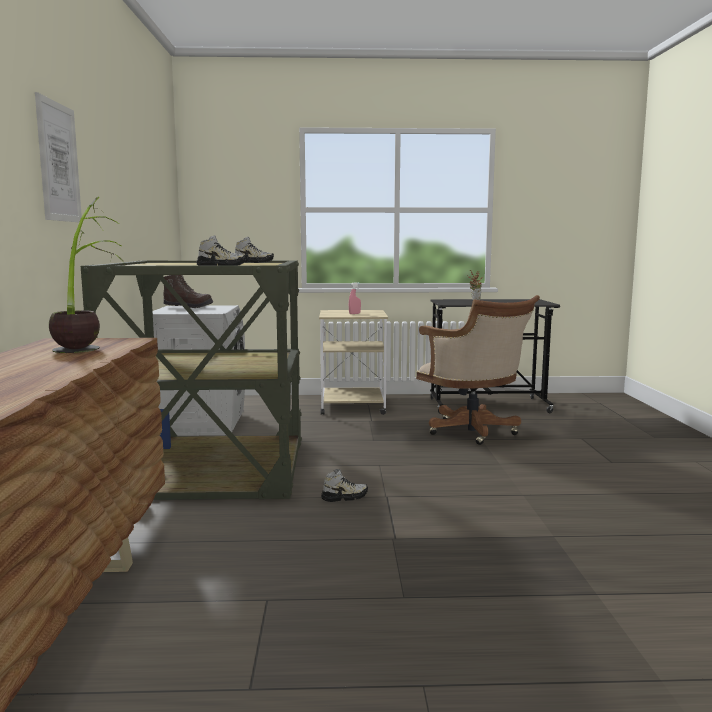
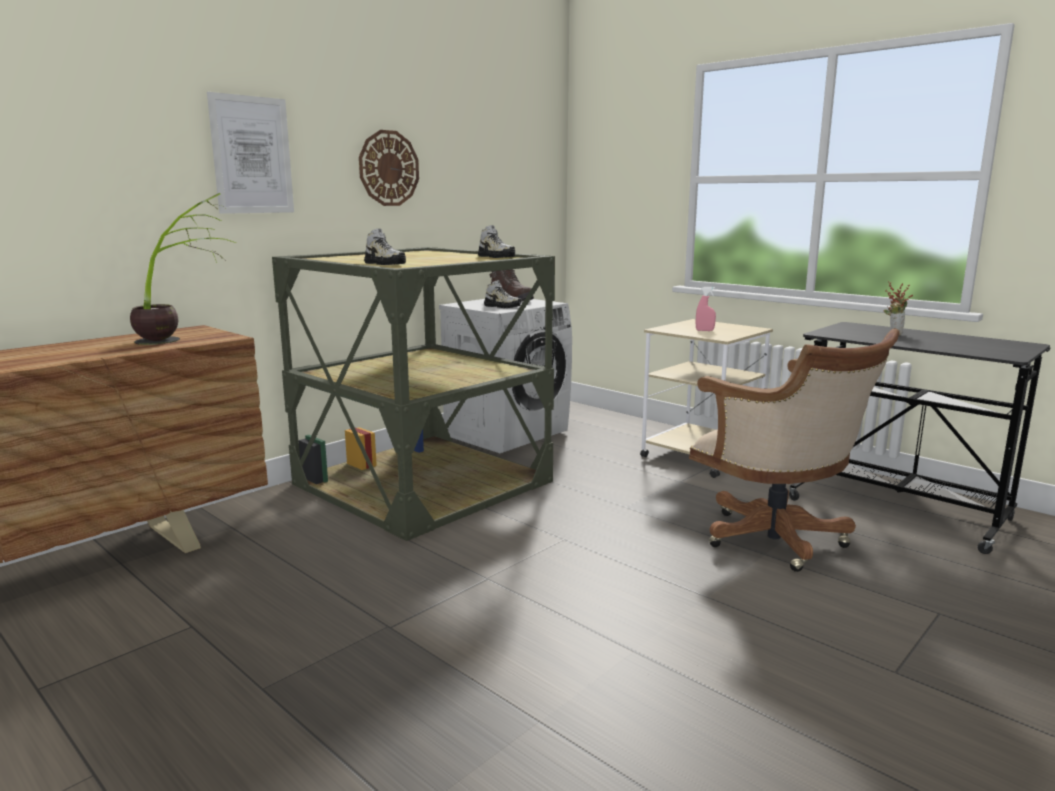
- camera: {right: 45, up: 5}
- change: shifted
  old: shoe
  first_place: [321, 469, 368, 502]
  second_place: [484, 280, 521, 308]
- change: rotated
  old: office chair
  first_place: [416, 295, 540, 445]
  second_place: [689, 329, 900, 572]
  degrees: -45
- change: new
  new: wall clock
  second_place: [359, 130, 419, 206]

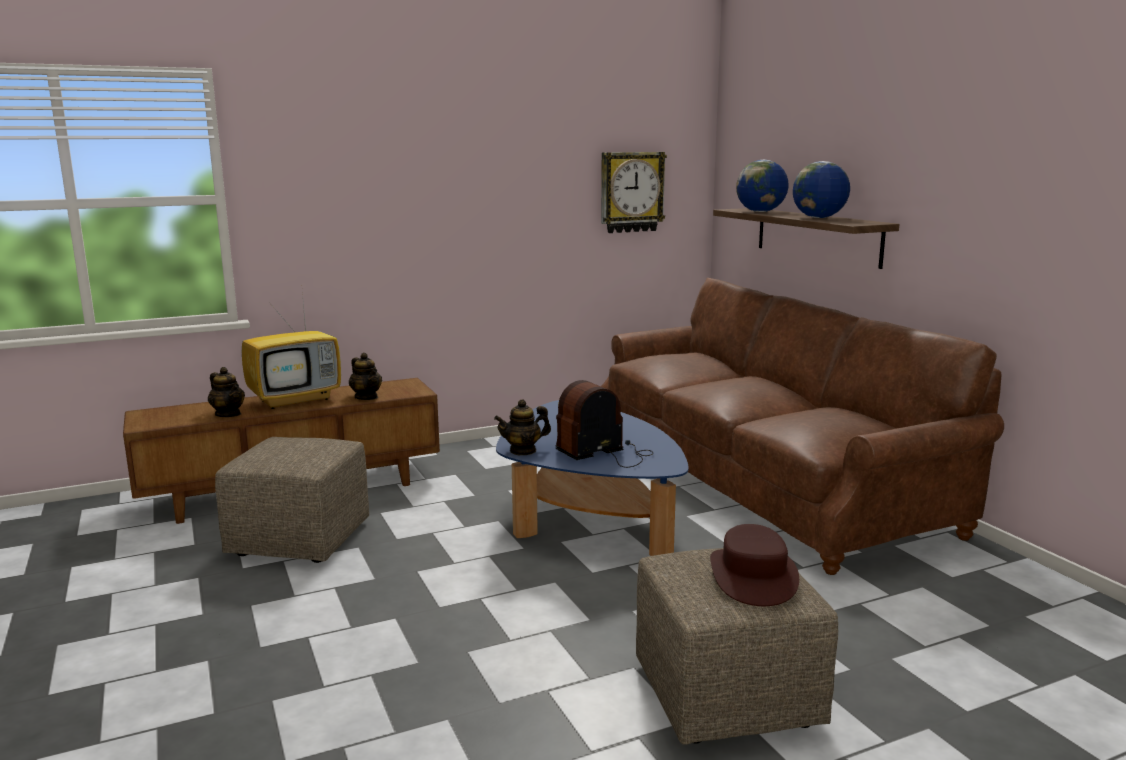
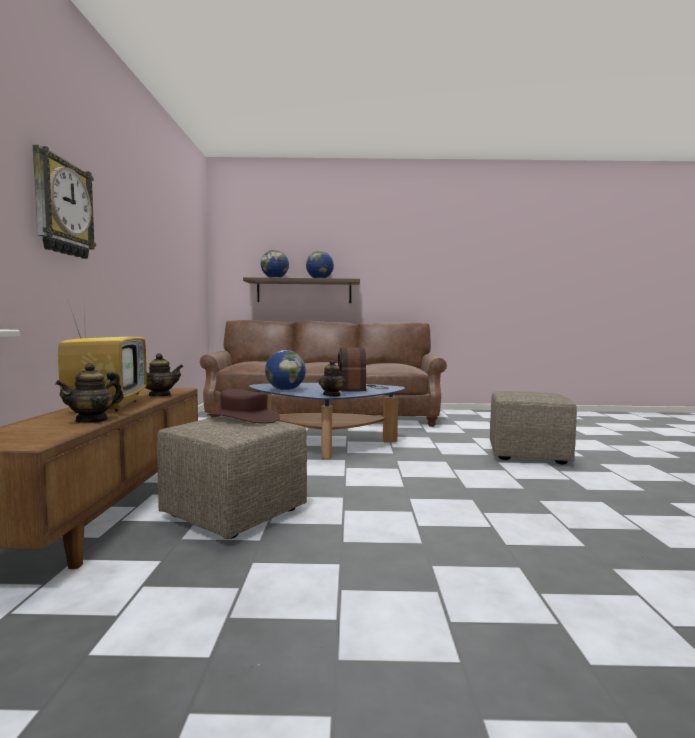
- camera: {right: -65, up: -10}
- change: rotated
  old: teapot
  first_place: [208, 367, 245, 417]
  second_place: [55, 363, 124, 424]
  degrees: 150
- change: shifted
  old: wall clock
  first_place: [601, 152, 667, 233]
  second_place: [33, 145, 96, 259]
- change: shifted
  old: hat (brown)
  first_place: [710, 524, 799, 606]
  second_place: [207, 389, 280, 424]
- change: new
  new: globe
  second_place: [265, 350, 306, 390]

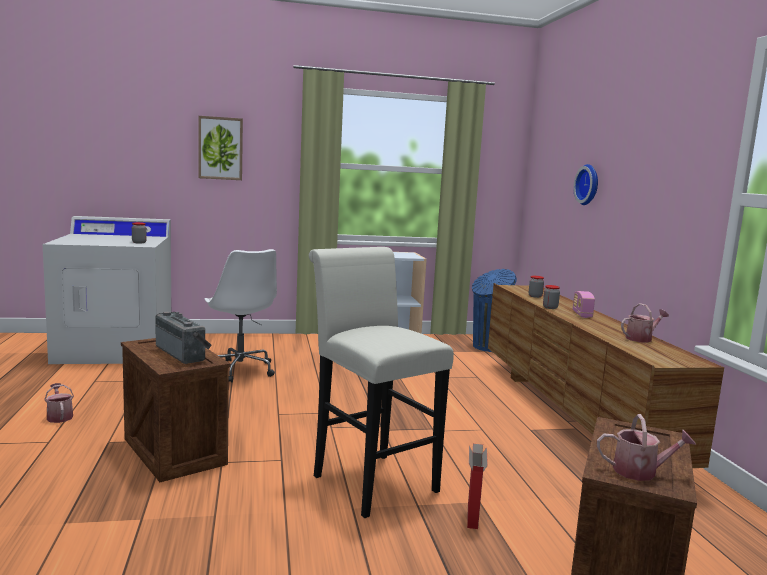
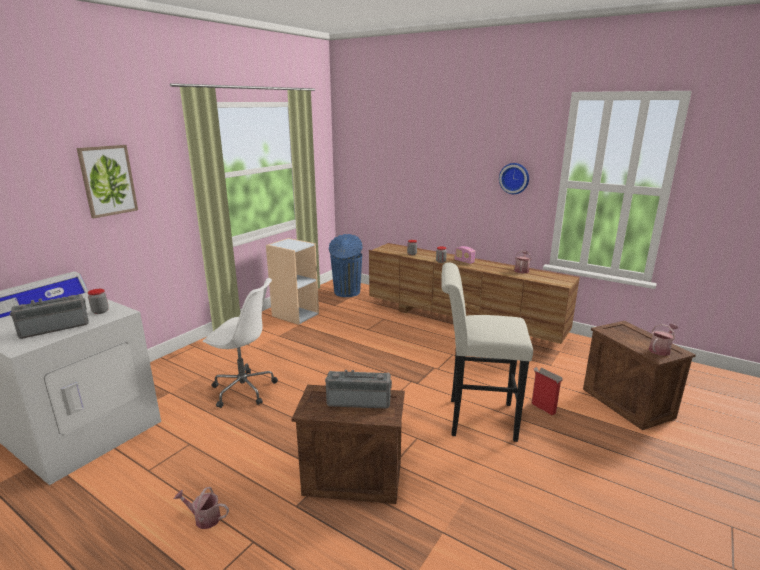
- camera: {right: -45, up: 10}
- change: shifted
  old: wall clock
  first_place: [573, 164, 598, 205]
  second_place: [499, 163, 529, 194]
- change: new
  new: radio
  second_place: [10, 294, 89, 339]

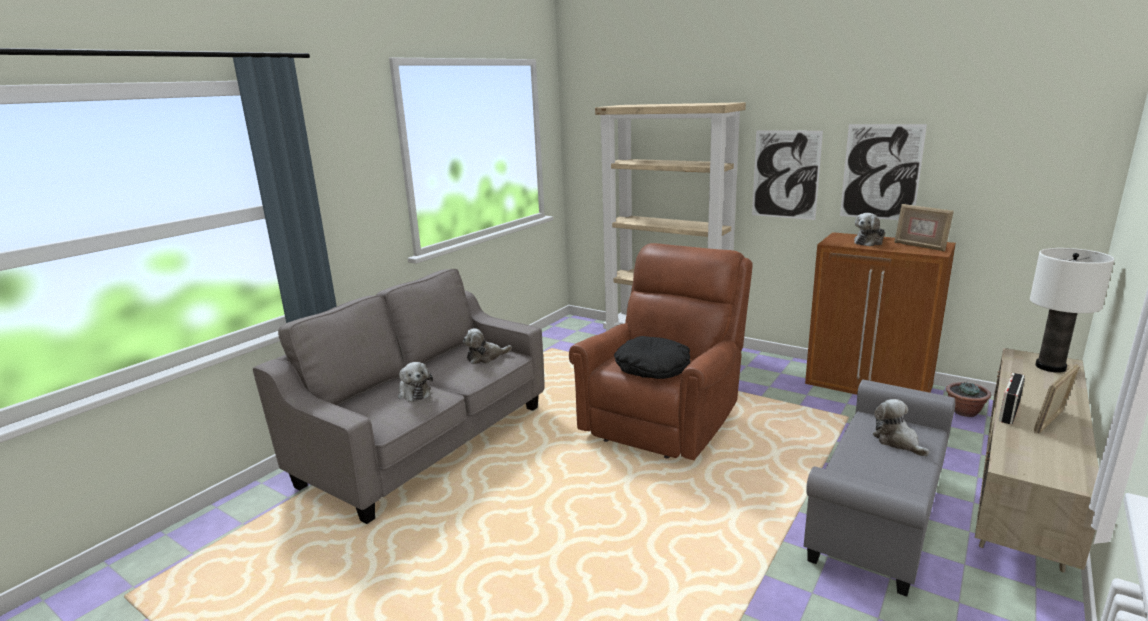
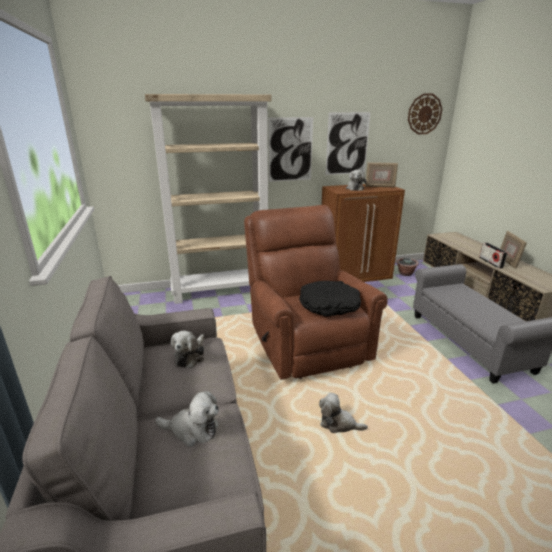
- camera: {right: -50, up: 5}
- change: shifted
  old: plush toy
  first_place: [873, 399, 930, 457]
  second_place: [319, 393, 368, 433]
- change: gone
  old: table lamp (white)
  first_place: [1030, 248, 1114, 373]
- change: new
  new: wall clock
  second_place: [408, 93, 442, 134]

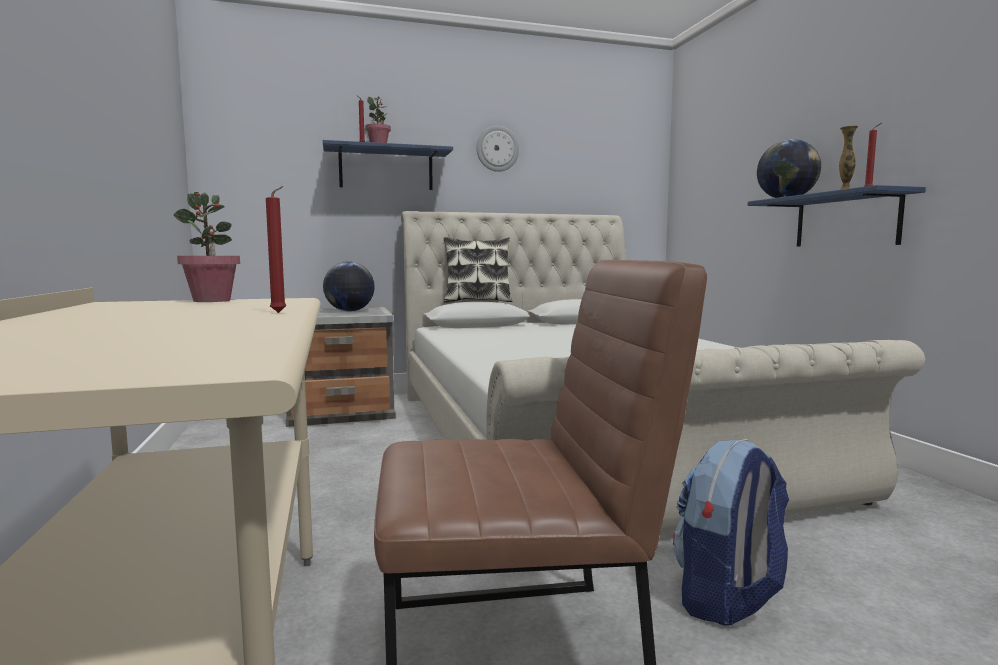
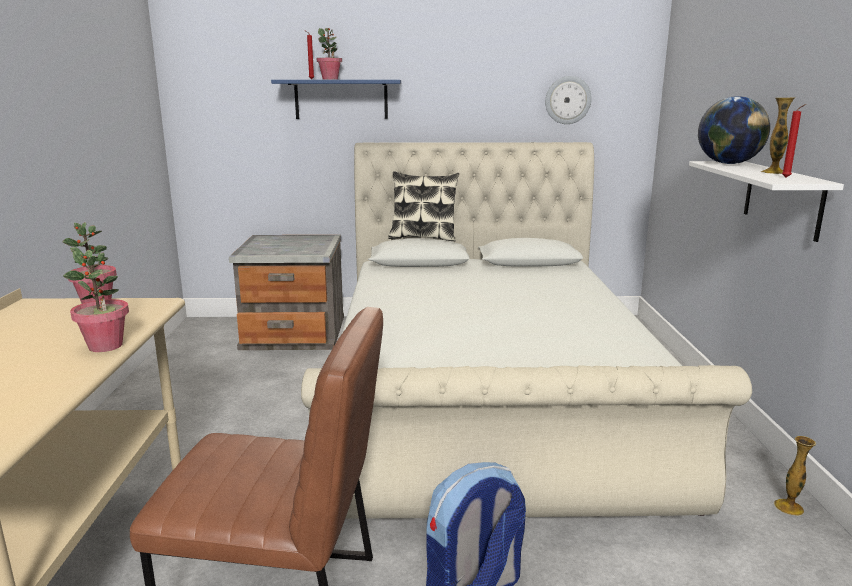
- camera: {right: 15, up: 10}
- change: swapped
  old: candle (red)
  new: potted plant
  first_place: [266, 186, 286, 313]
  second_place: [63, 250, 129, 352]
- change: gone
  old: globe
  first_place: [323, 261, 375, 312]
- change: shifted
  old: wall clock
  first_place: [476, 126, 519, 172]
  second_place: [545, 76, 592, 124]
- change: repainted
  old: shelf (blue)
  new: shelf (white)
  first_place: [748, 185, 926, 247]
  second_place: [689, 161, 844, 242]
- change: new
  new: vase
  second_place: [774, 436, 816, 516]

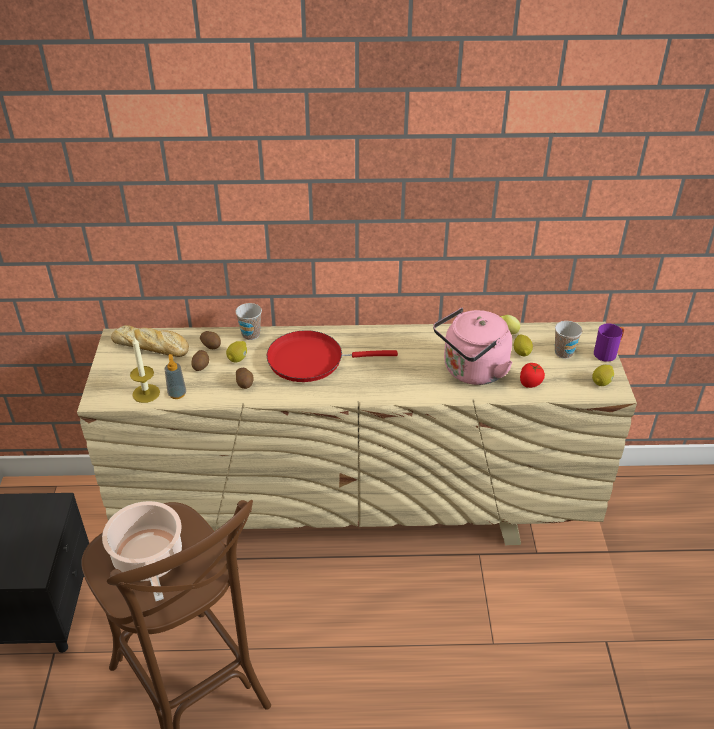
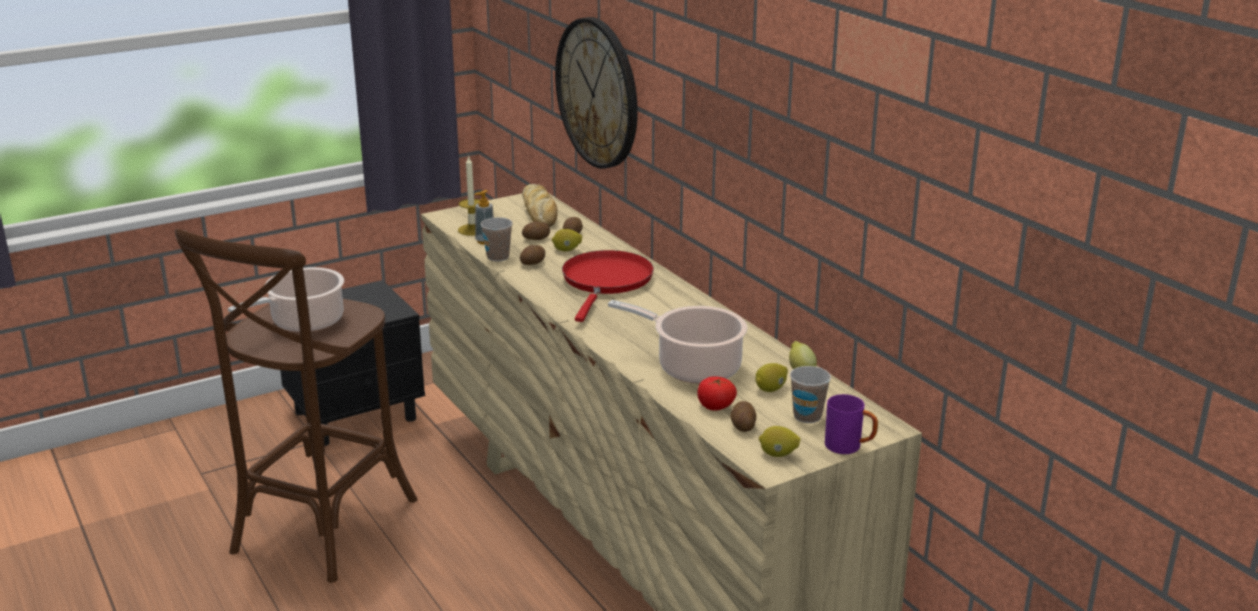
- camera: {right: 60, up: -15}
- change: shifted
  old: cup
  first_place: [235, 303, 262, 340]
  second_place: [481, 217, 513, 261]
- change: rotated
  old: frying pan (red)
  first_place: [267, 330, 398, 382]
  second_place: [562, 250, 654, 322]
  degrees: 45
- change: swapped
  old: kettle (pink)
  new: cooking pot
  first_place: [433, 308, 513, 385]
  second_place: [608, 300, 747, 384]
- change: new
  new: wall clock
  second_place: [555, 17, 638, 169]
- change: new
  new: potato
  second_place: [730, 401, 756, 432]

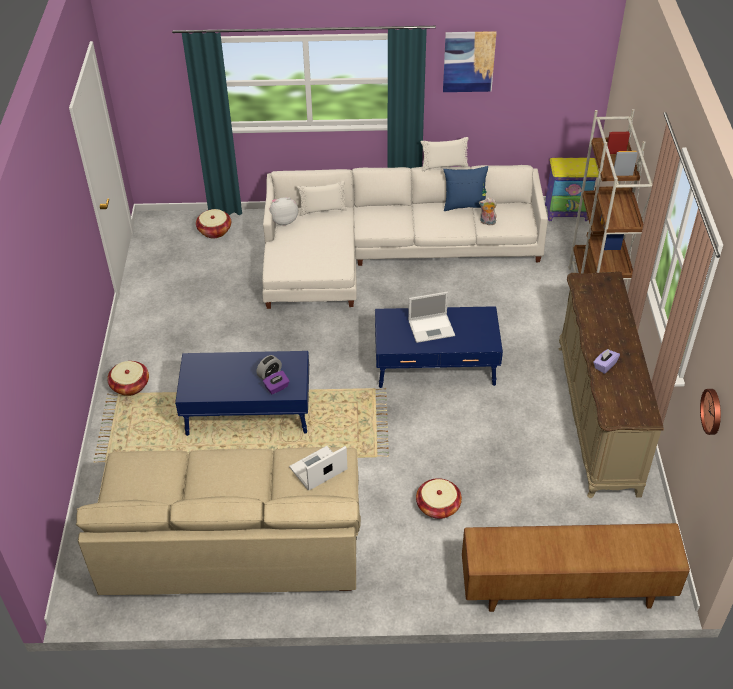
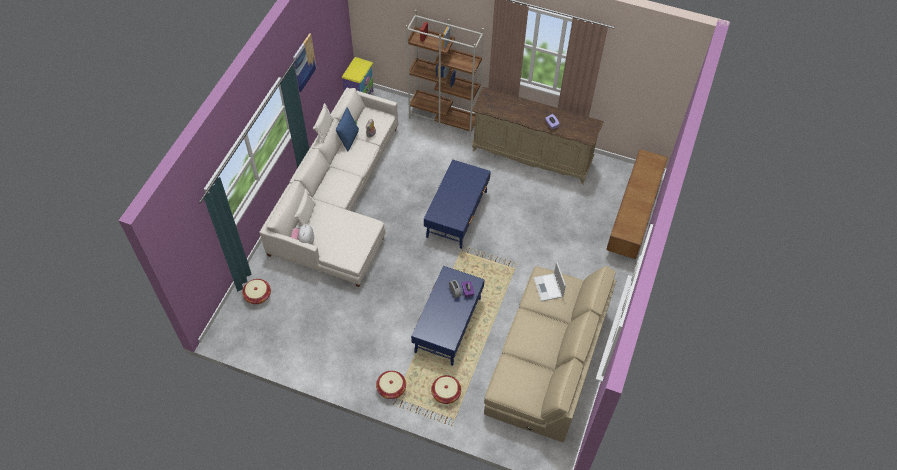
- camera: {right: -70, up: 10}
- change: gone
  old: laptop
  first_place: [408, 292, 455, 343]
- change: shifted
  old: basket
  first_place: [416, 478, 462, 519]
  second_place: [431, 375, 461, 404]
- change: gone
  old: wall clock
  first_place: [700, 389, 721, 435]

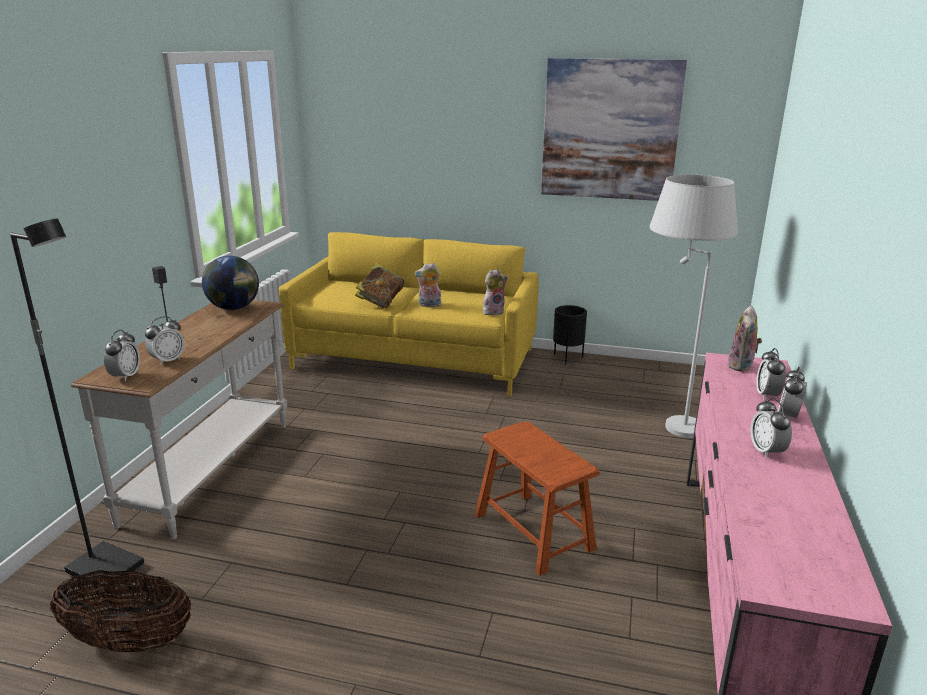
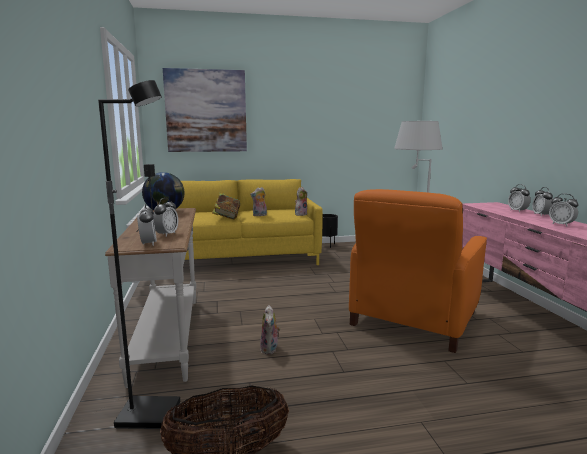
- camera: {right: -25, up: -10}
- change: swapped
  old: stool (brown)
  new: armchair (orange)
  first_place: [475, 421, 600, 576]
  second_place: [349, 189, 487, 353]
- change: shifted
  old: picture
  first_place: [541, 58, 687, 201]
  second_place: [163, 68, 247, 152]
- change: shifted
  old: plush toy
  first_place: [727, 306, 762, 372]
  second_place: [260, 305, 281, 355]

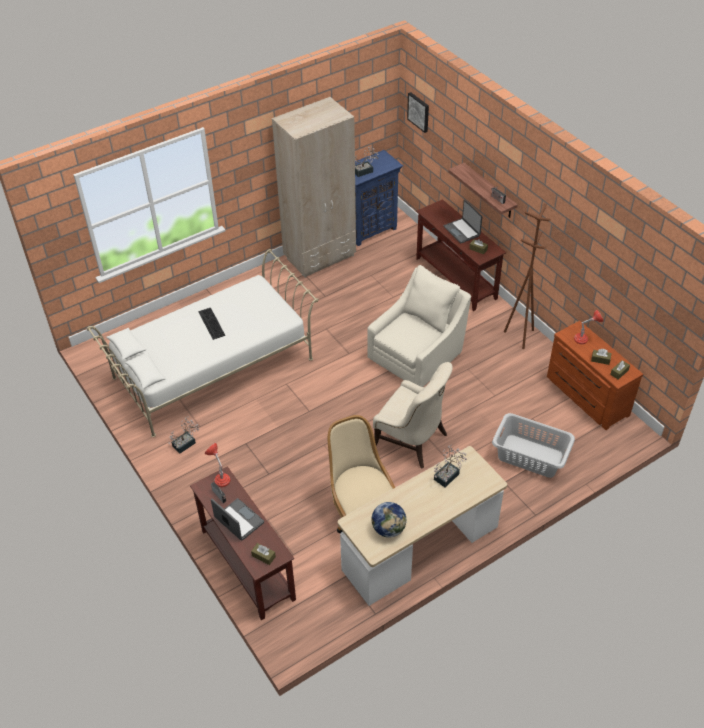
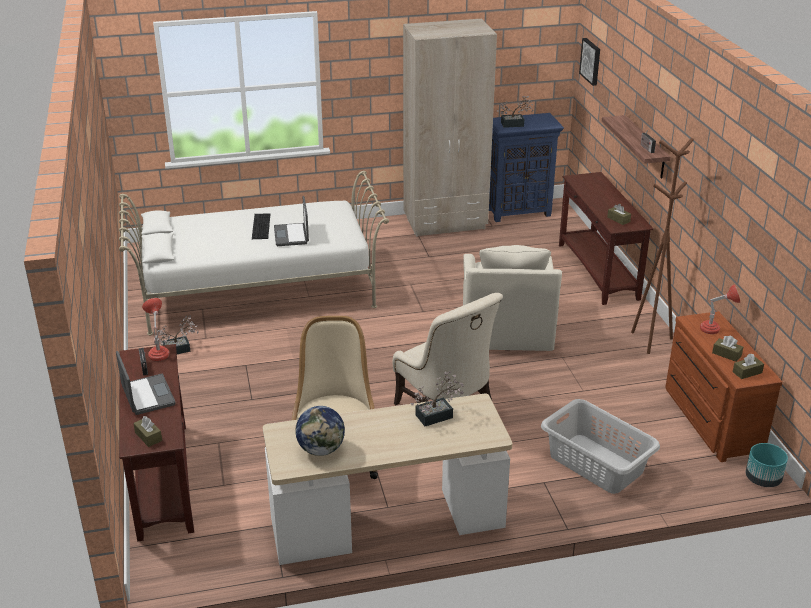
- camera: {right: 20, up: -15}
- change: rotated
  old: armchair (beige)
  first_place: [367, 265, 471, 387]
  second_place: [463, 245, 562, 351]
  degrees: 120
- change: shifted
  old: laptop
  first_place: [444, 200, 482, 243]
  second_place: [274, 196, 309, 246]
- change: new
  new: planter (turquoise)
  second_place: [746, 443, 788, 487]

